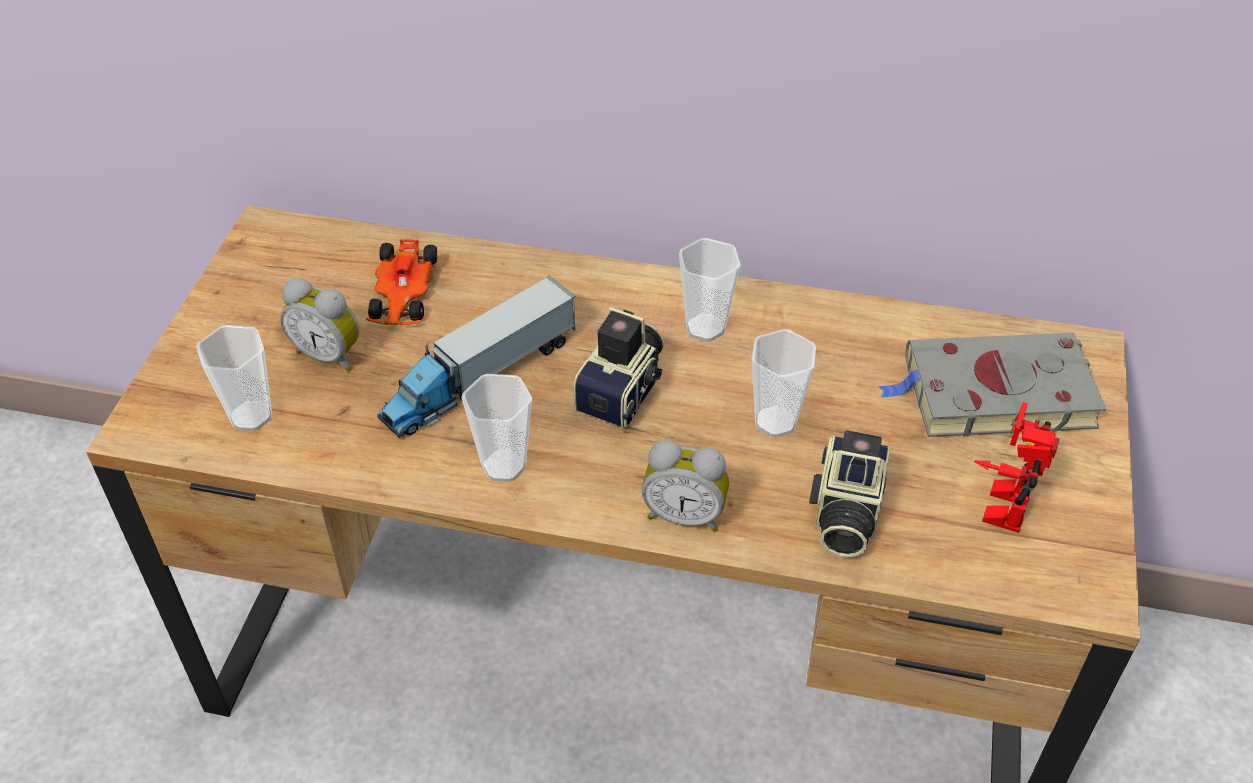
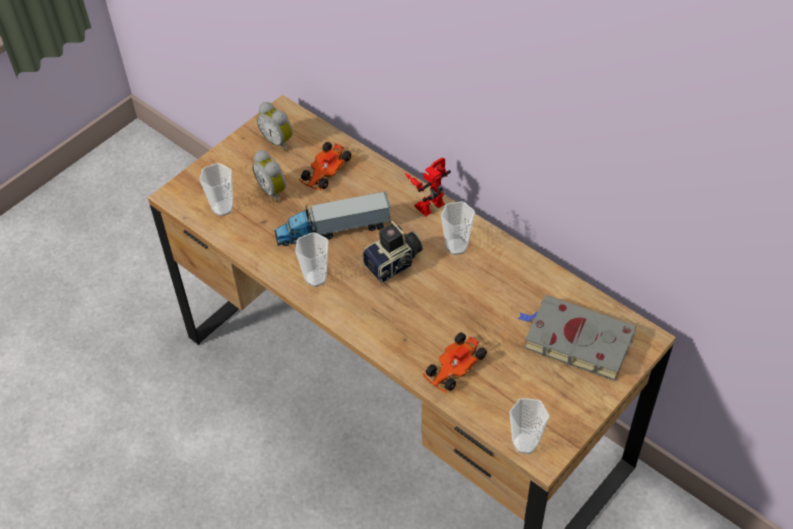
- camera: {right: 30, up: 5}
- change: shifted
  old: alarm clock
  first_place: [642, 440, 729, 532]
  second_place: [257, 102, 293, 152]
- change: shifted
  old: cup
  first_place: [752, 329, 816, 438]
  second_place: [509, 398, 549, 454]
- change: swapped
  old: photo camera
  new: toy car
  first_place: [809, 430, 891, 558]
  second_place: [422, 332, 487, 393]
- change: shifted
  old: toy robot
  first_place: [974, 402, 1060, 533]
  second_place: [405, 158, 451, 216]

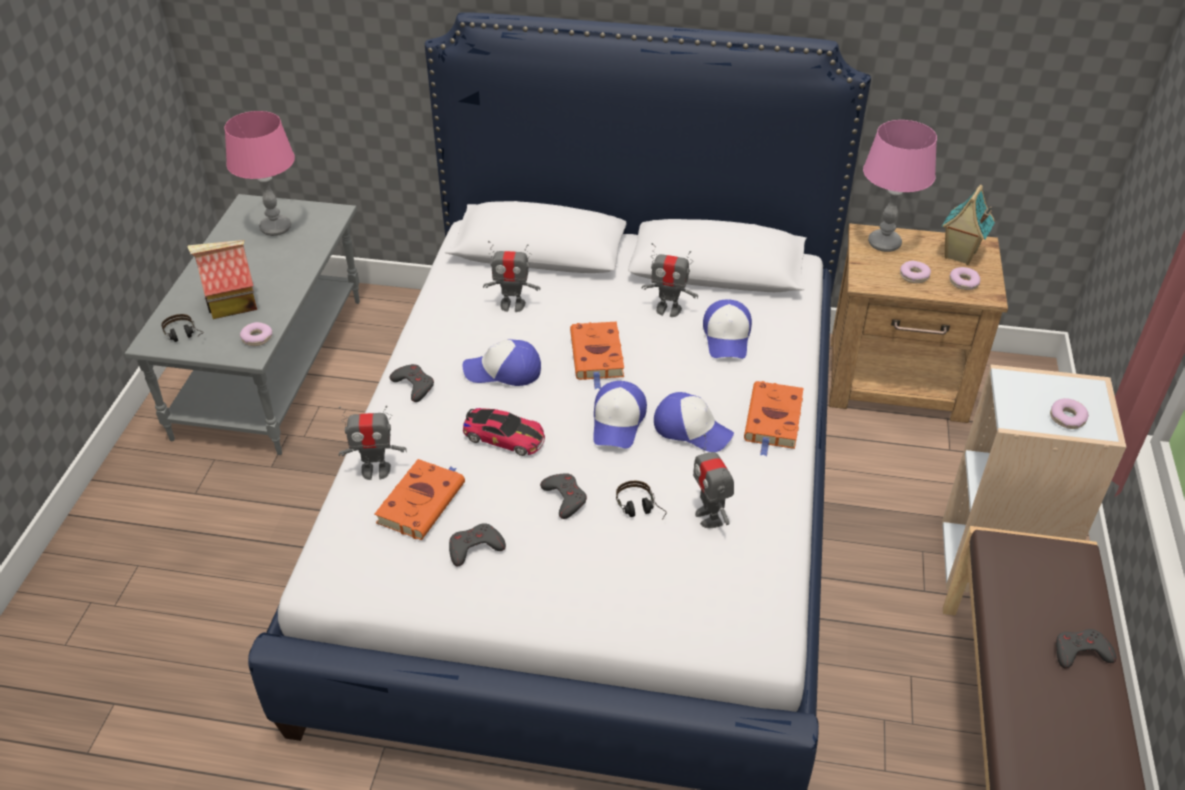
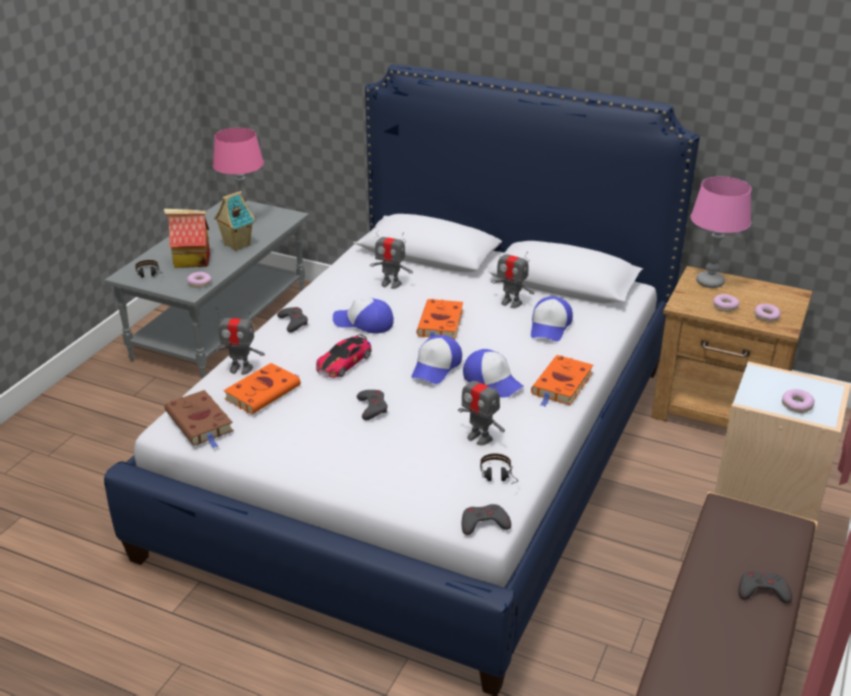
- camera: {right: 15, up: -10}
- change: shifted
  old: game controller (grey)
  first_place: [449, 523, 506, 566]
  second_place: [462, 504, 511, 535]
- change: rotated
  old: toy car
  first_place: [463, 408, 545, 456]
  second_place: [316, 334, 372, 378]
  degrees: 90
- change: shifted
  old: headphones
  first_place: [616, 481, 667, 520]
  second_place: [480, 453, 518, 484]
- change: rotated
  old: toy robot
  first_place: [693, 434, 734, 528]
  second_place: [458, 367, 505, 445]
  degrees: -45
- change: shifted
  old: toy house
  first_place: [942, 185, 995, 265]
  second_place: [214, 191, 255, 251]
- change: new
  new: book (brown)
  second_place: [165, 390, 234, 449]

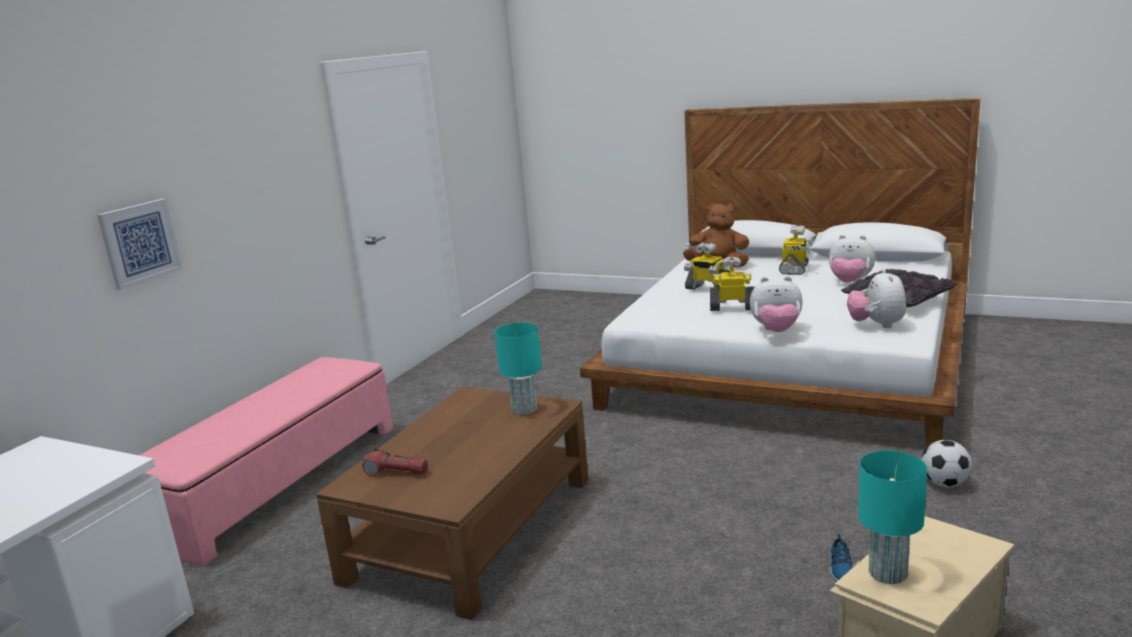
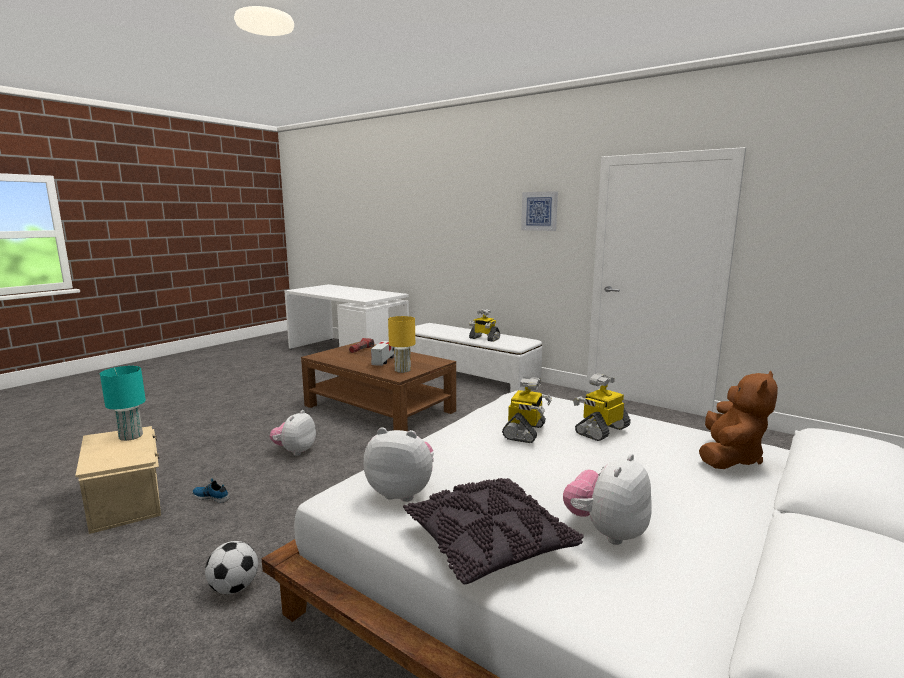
- camera: {right: 100, up: -5}
- change: shifted
  old: picture
  first_place: [97, 199, 183, 290]
  second_place: [521, 191, 558, 231]
- change: repainted
  old: bench (pink)
  new: bench (white)
  first_place: [139, 357, 393, 566]
  second_place: [410, 323, 542, 393]
- change: repainted
  old: table lamp (turquoise)
  new: table lamp (yellow)
  first_place: [495, 323, 542, 415]
  second_place: [388, 316, 415, 373]
- change: shifted
  old: plush toy
  first_place: [750, 276, 803, 332]
  second_place: [270, 410, 316, 456]
- change: shifted
  old: toy robot
  first_place: [779, 226, 813, 275]
  second_place: [469, 309, 500, 342]
- change: new
  new: toy truck
  second_place: [371, 341, 394, 366]

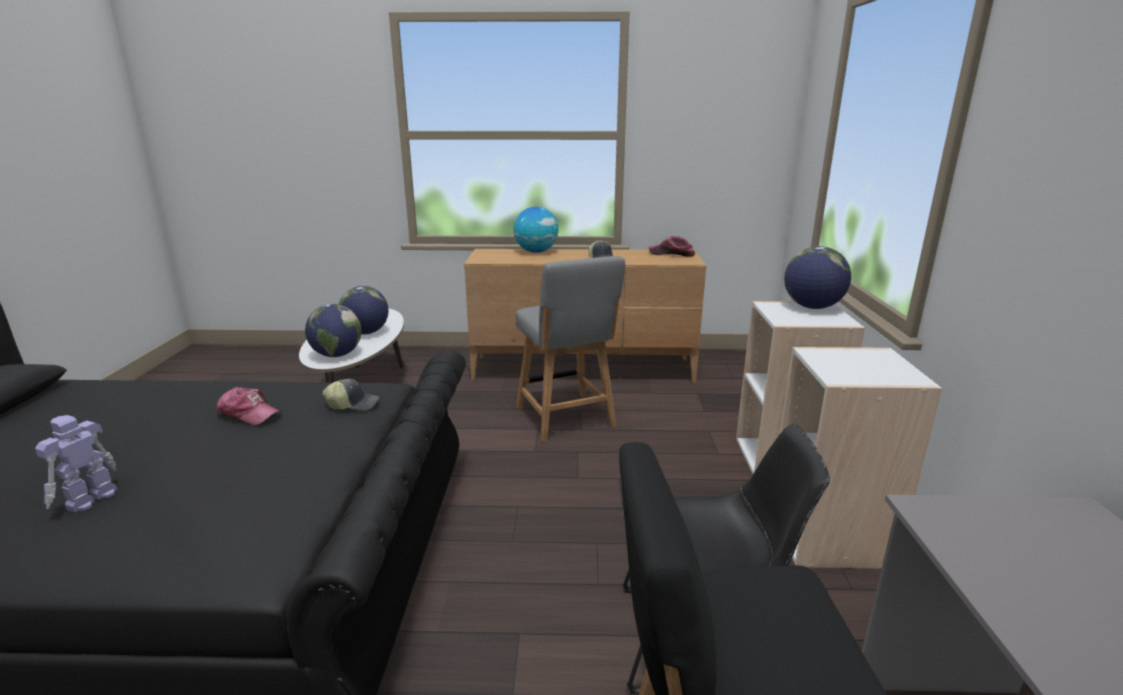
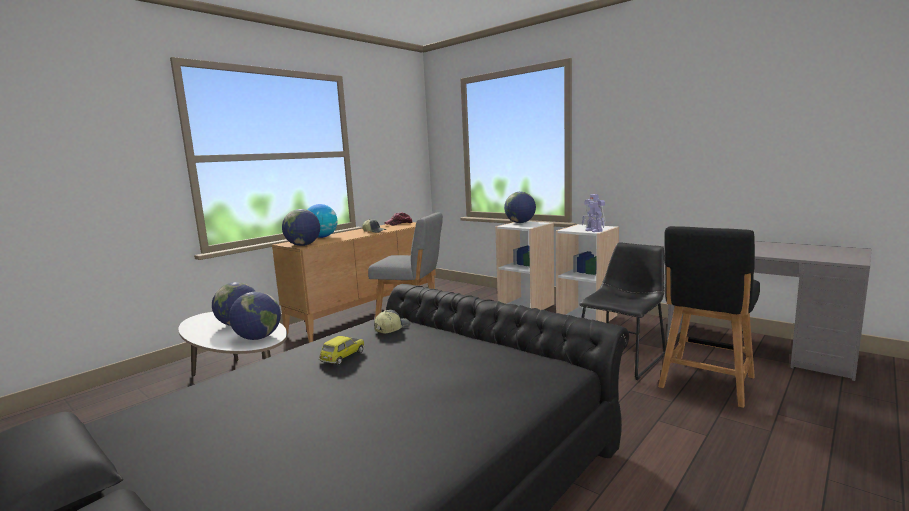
- camera: {right: -50, up: -10}
- change: shifted
  old: toy robot
  first_place: [35, 415, 117, 513]
  second_place: [582, 194, 606, 232]
- change: swapped
  old: cap
  new: toy car
  first_place: [216, 387, 282, 425]
  second_place: [319, 336, 364, 365]
- change: new
  new: globe
  second_place: [282, 209, 320, 246]

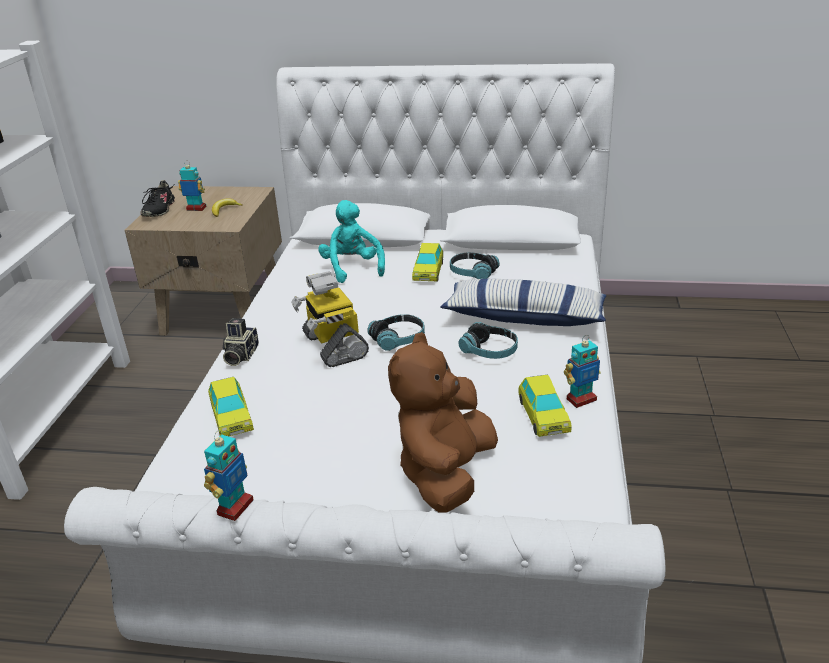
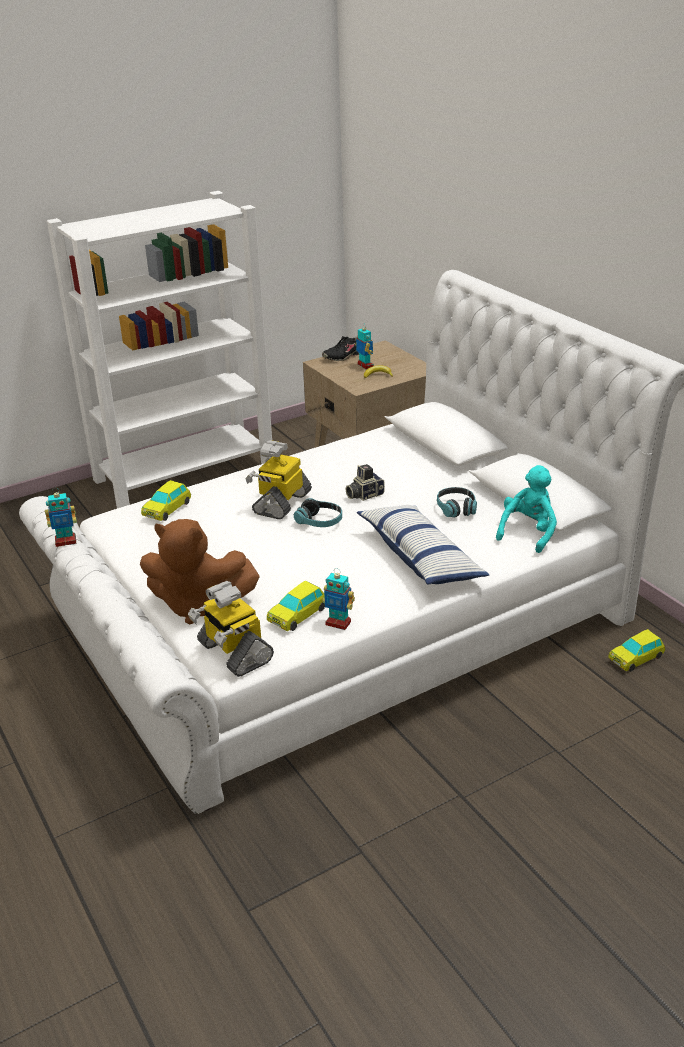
- camera: {right: 50, up: 0}
- change: shifted
  old: photo camera
  first_place: [222, 318, 259, 366]
  second_place: [346, 464, 385, 501]
- change: shifted
  old: plush toy (turquoise)
  first_place: [318, 200, 385, 283]
  second_place: [496, 465, 557, 553]
- change: rotated
  old: plush toy (brown)
  first_place: [388, 332, 498, 512]
  second_place: [140, 519, 260, 625]
  degrees: -150
- change: shifted
  old: toy car
  first_place: [412, 243, 443, 282]
  second_place: [608, 629, 665, 672]
- change: gone
  old: headphones
  first_place: [458, 322, 518, 359]
- change: new
  new: toy robot
  second_place: [188, 581, 274, 677]

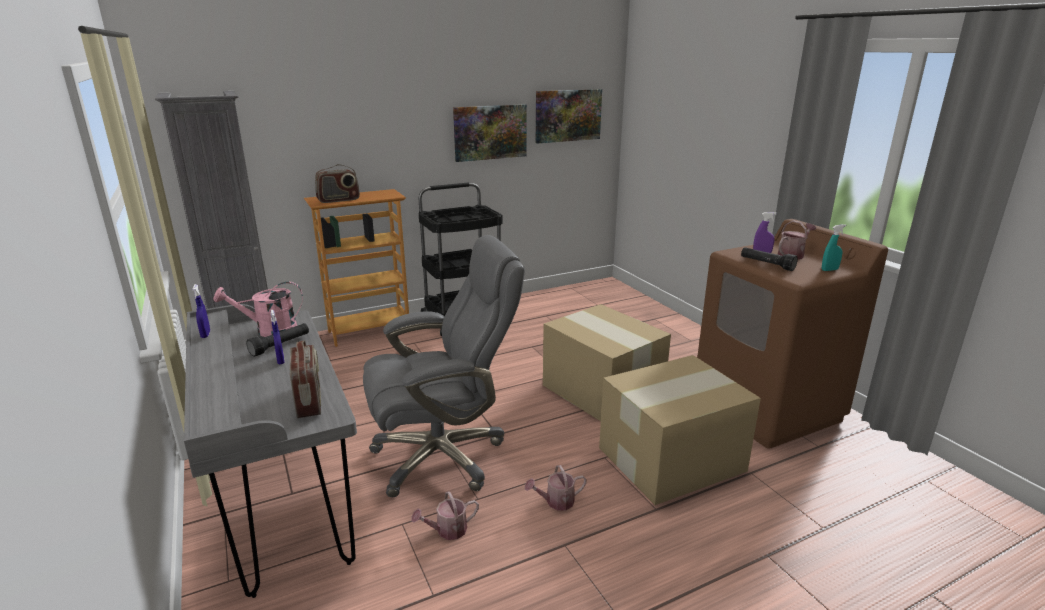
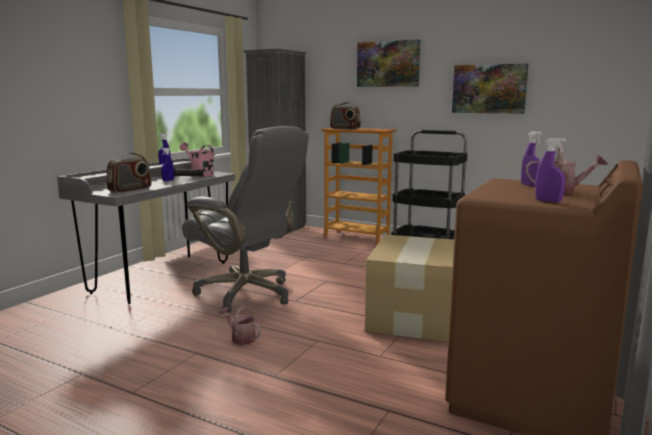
- camera: {right: 55, up: -10}
- change: gone
  old: watering can
  first_place: [411, 492, 479, 540]
- change: shifted
  old: picture
  first_place: [536, 89, 602, 143]
  second_place: [357, 40, 421, 87]
- change: gone
  old: cardboard box
  first_place: [599, 355, 761, 505]
- change: gone
  old: flashlight (black)
  first_place: [741, 247, 798, 271]
- change: repainted
  old: spray bottle (turquoise)
  new: spray bottle (purple)
  first_place: [822, 224, 846, 271]
  second_place: [535, 138, 566, 202]

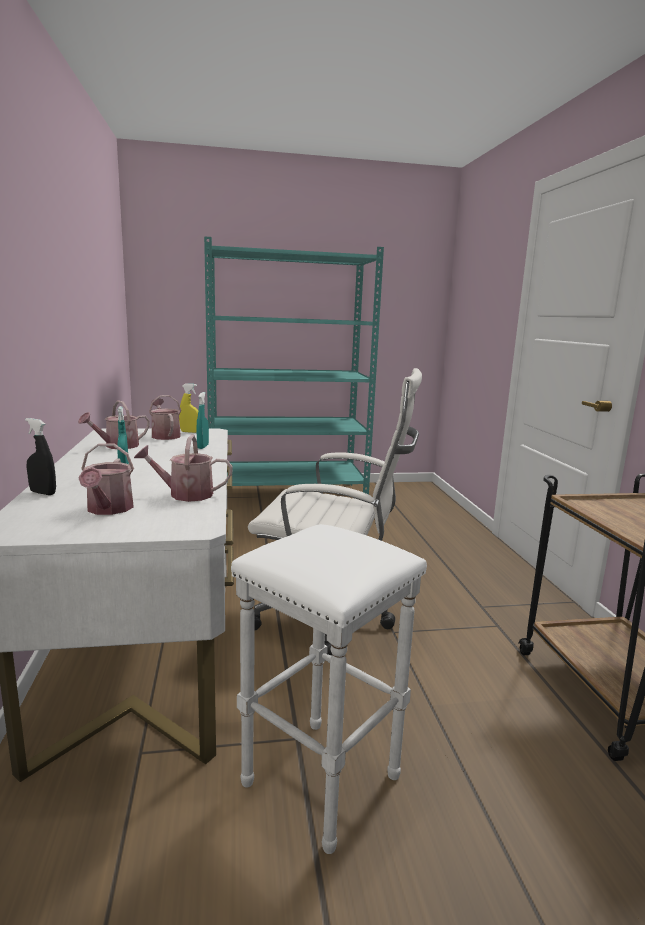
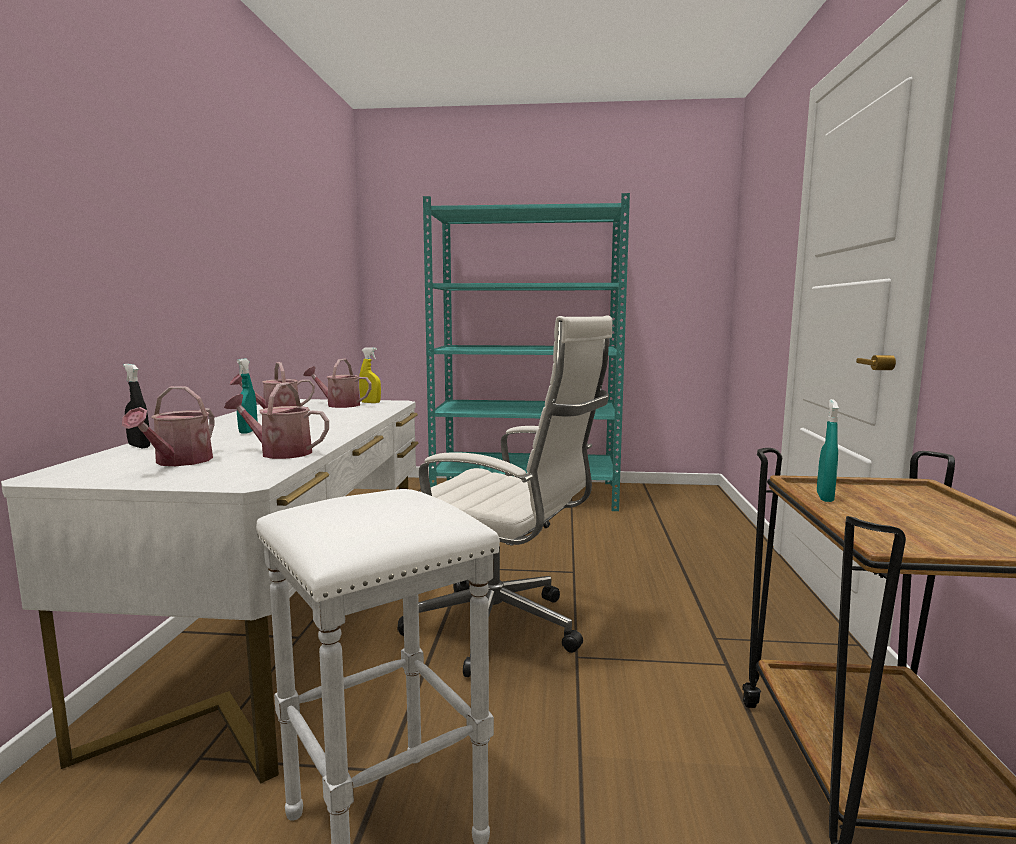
- camera: {right: 15, up: -5}
- change: rotated
  old: watering can
  first_place: [149, 395, 181, 440]
  second_place: [304, 359, 372, 408]
  degrees: -60
- change: shifted
  old: spray bottle (turquoise)
  first_place: [196, 392, 209, 449]
  second_place: [817, 399, 839, 502]

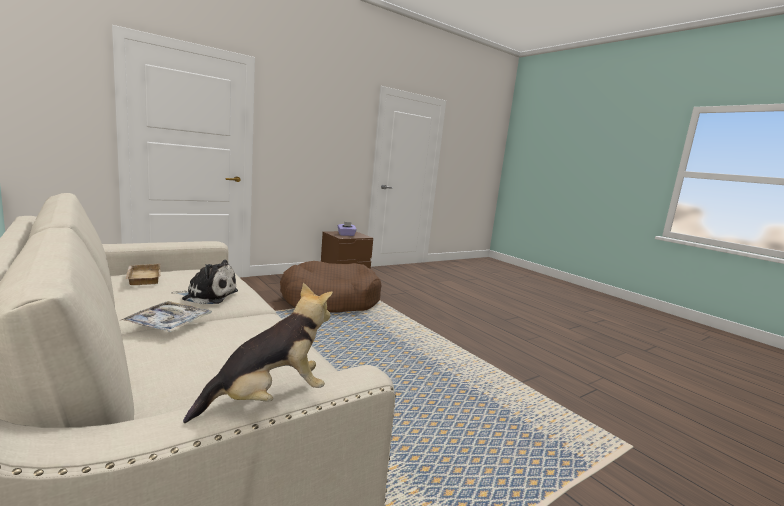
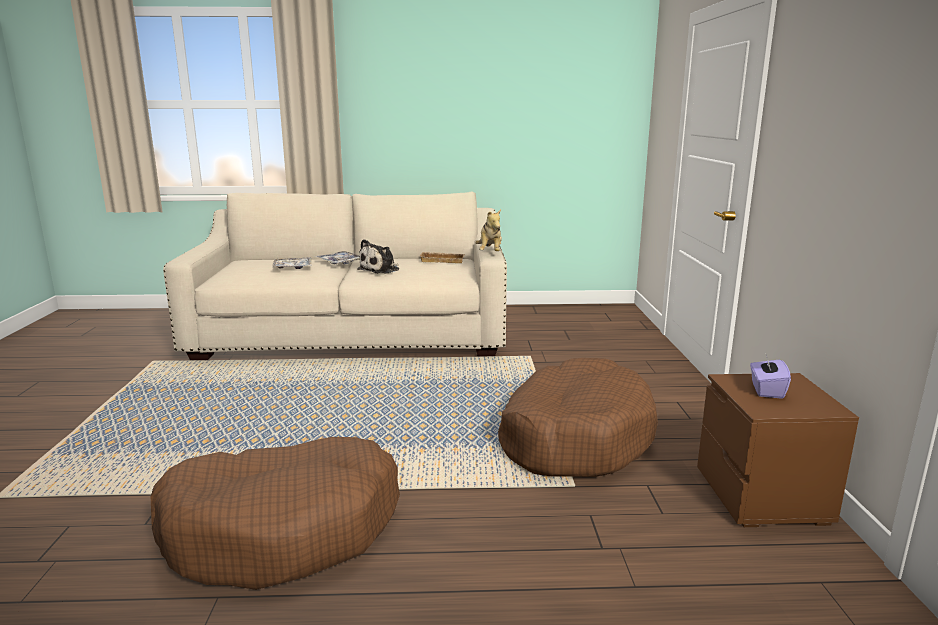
- camera: {right: 125, up: 5}
- change: shifted
  old: plush toy
  first_place: [183, 283, 333, 423]
  second_place: [475, 209, 502, 251]
- change: new
  new: dog bed (brown)
  second_place: [151, 437, 400, 590]
- change: new
  new: tray
  second_place: [272, 257, 312, 269]

